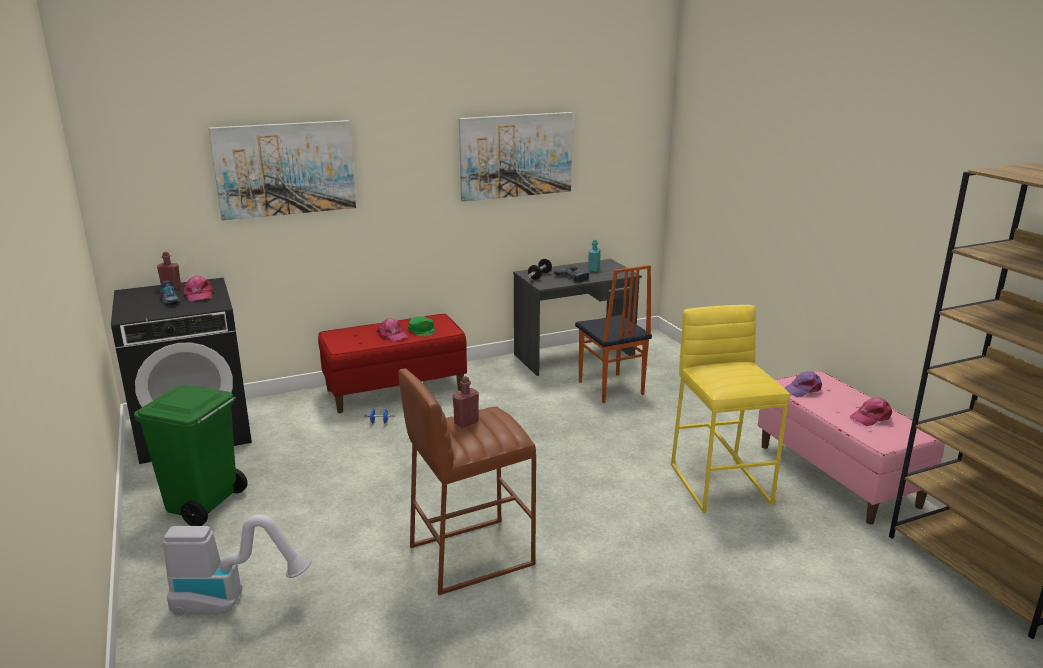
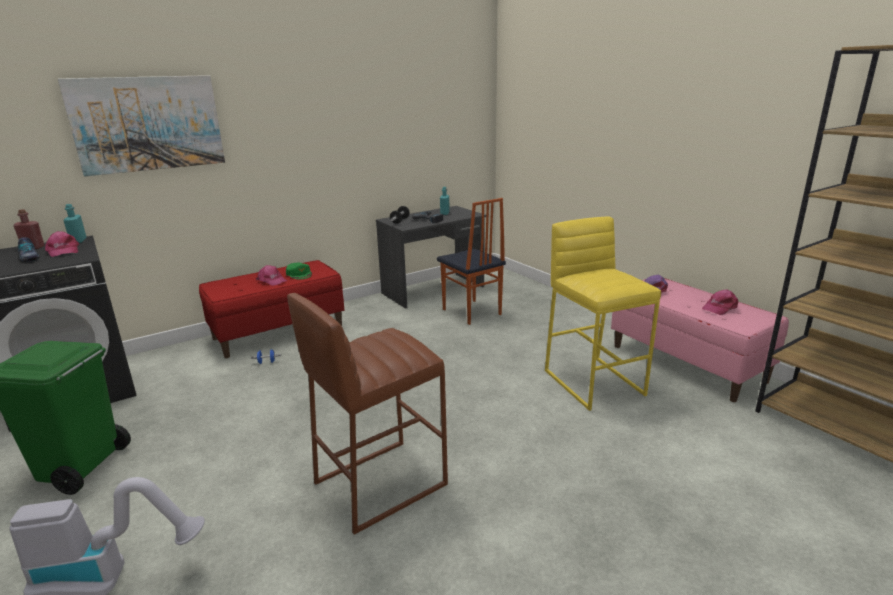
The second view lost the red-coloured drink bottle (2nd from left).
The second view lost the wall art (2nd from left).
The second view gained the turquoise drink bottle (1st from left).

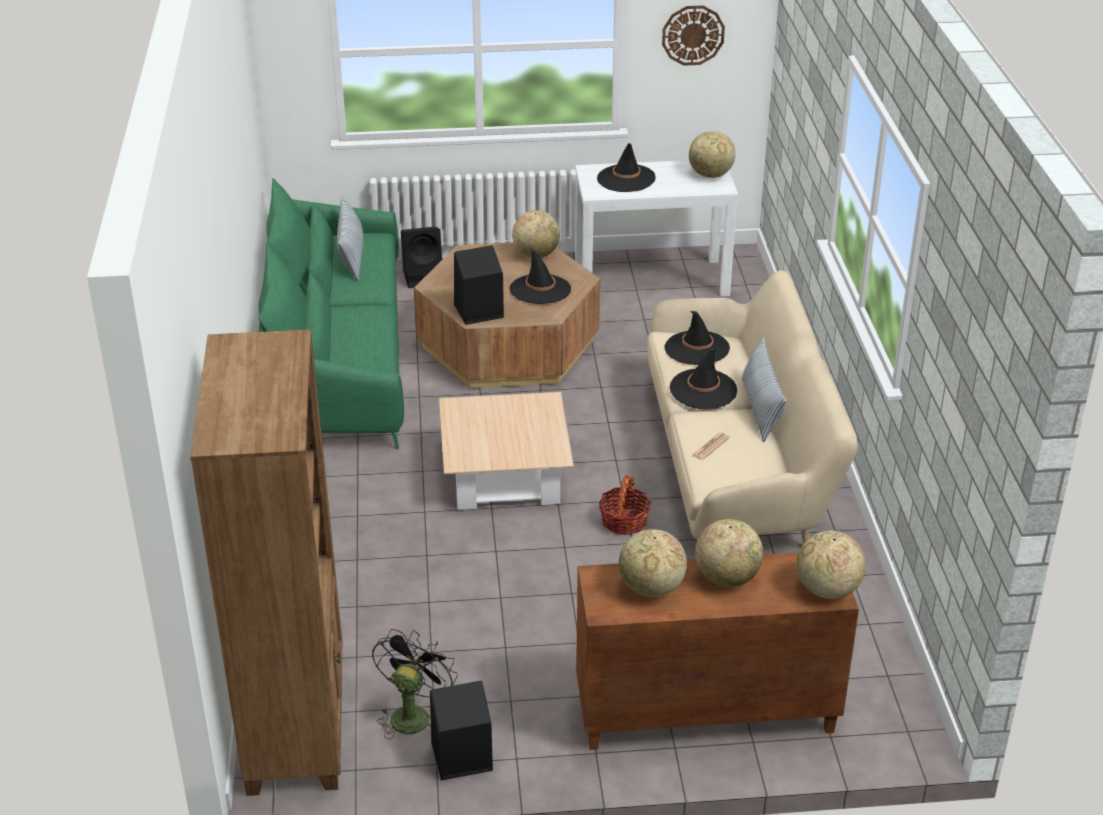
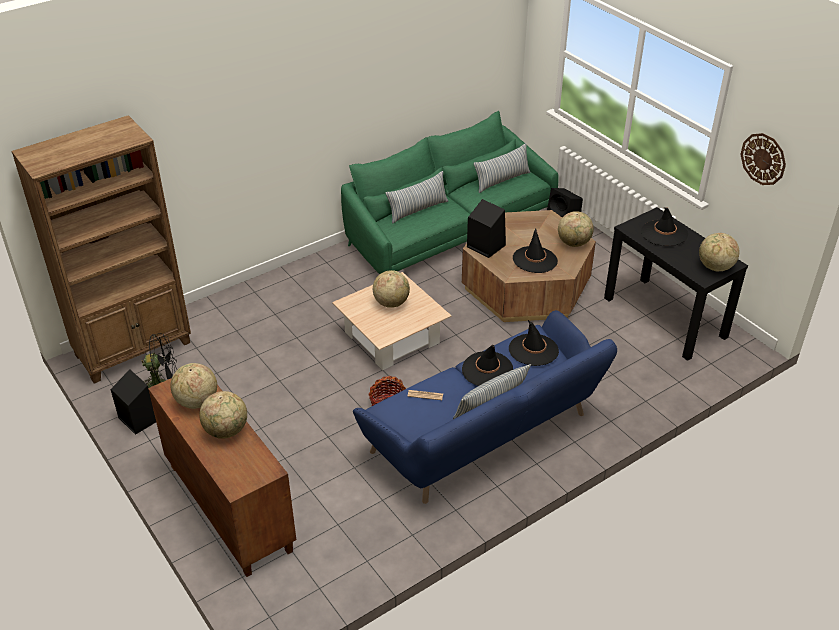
What was the whitish hall table turned into the black hall table.
What was the sand-coloured sofa turned into the blue-coloured sofa.
The world globe (5th from left in the first image) ended up elsewhere.
The second view gained the pillow (1st from left).

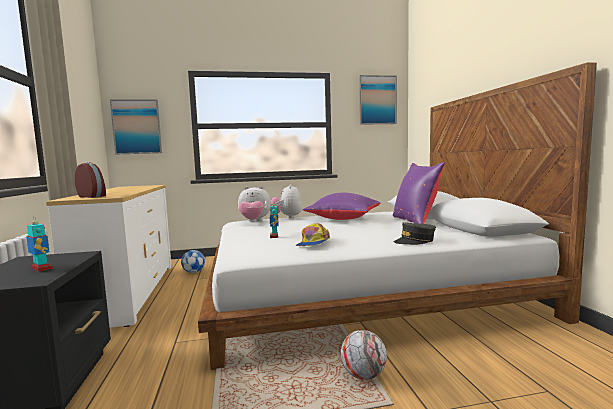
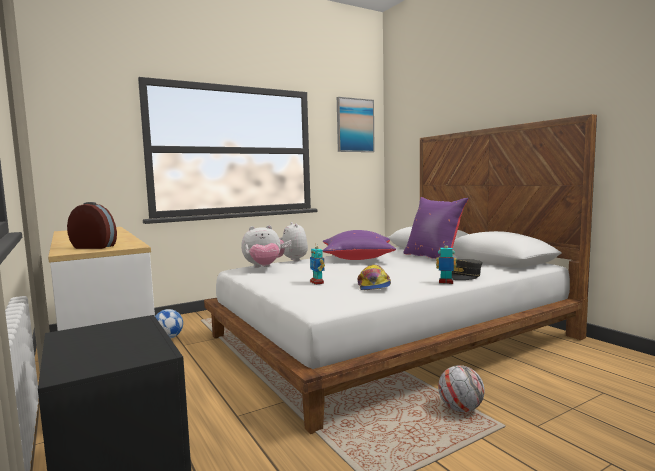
The toy robot (1st from left in the first image) ended up elsewhere.
The second view lost the wall art (1st from left).

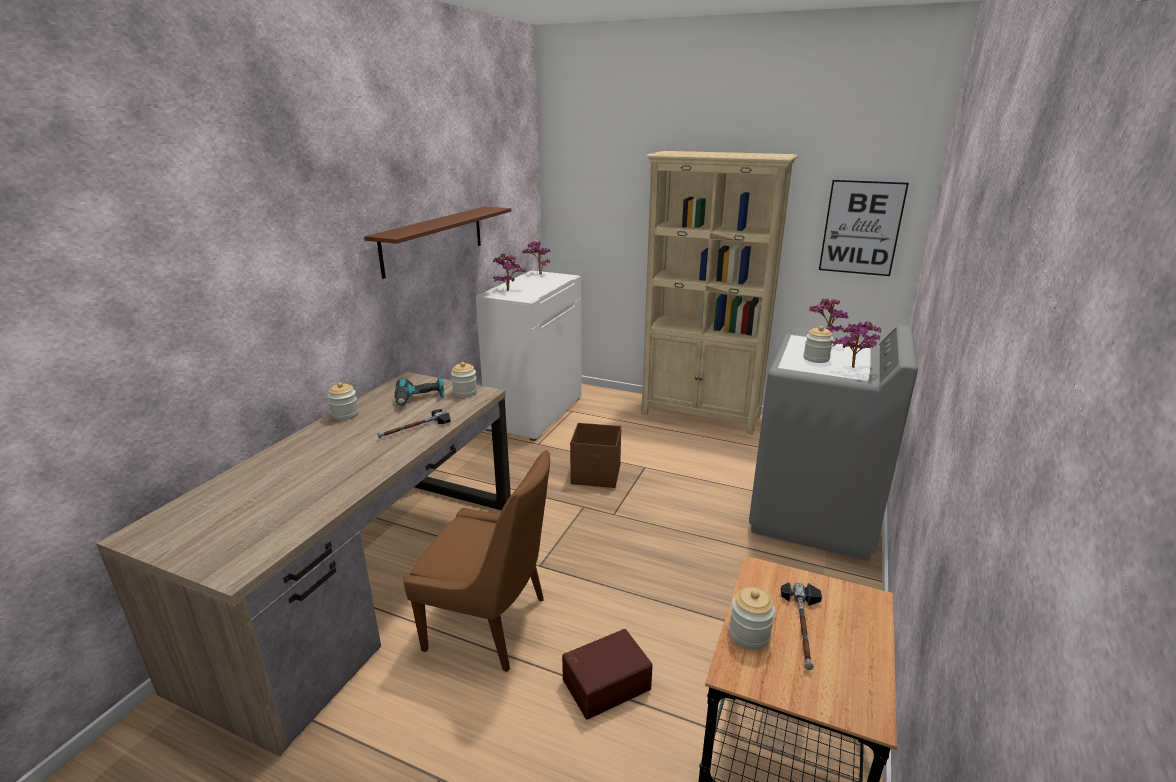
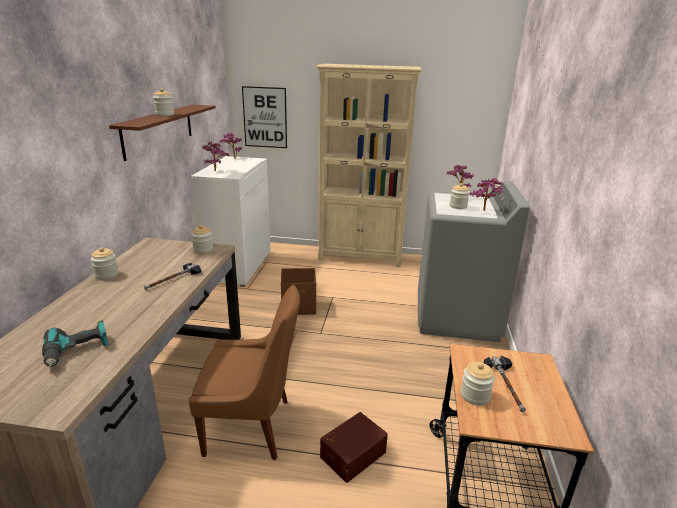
The power drill ended up elsewhere.
The wall art ended up elsewhere.
The second view gained the jar (2nd from left).

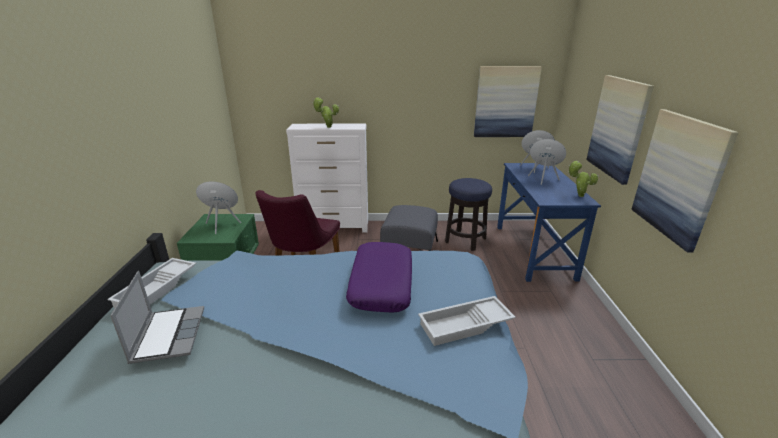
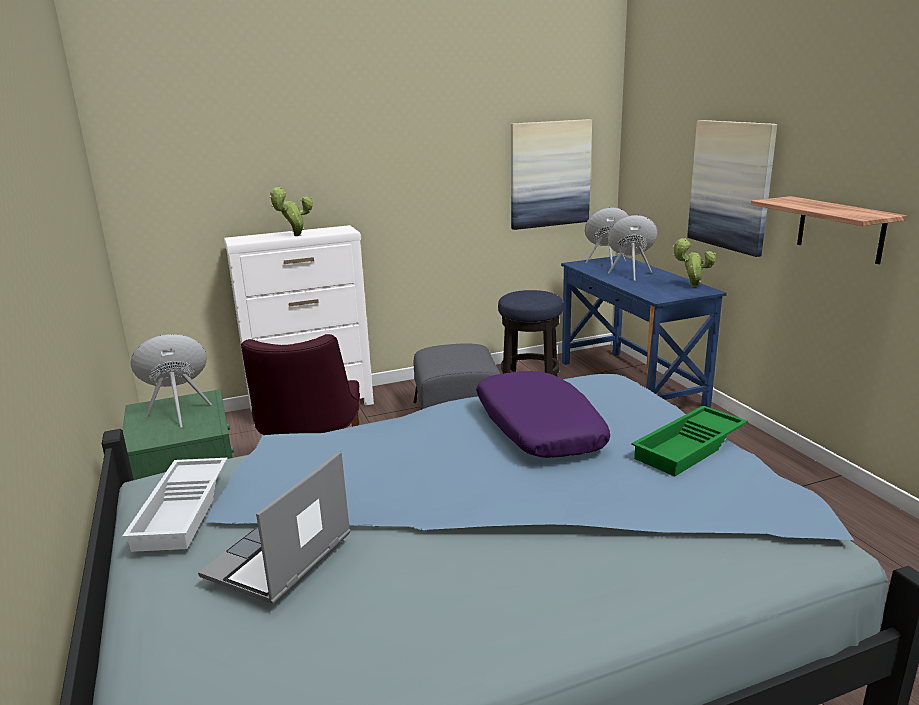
The notebook computer ended up facing another way, 120 degrees counterclockwise from before.
What was the whitish tray (2nd from left) turned into the greenish tray.
Where the wall art (3rd from left) hung, the shelf came to hang.

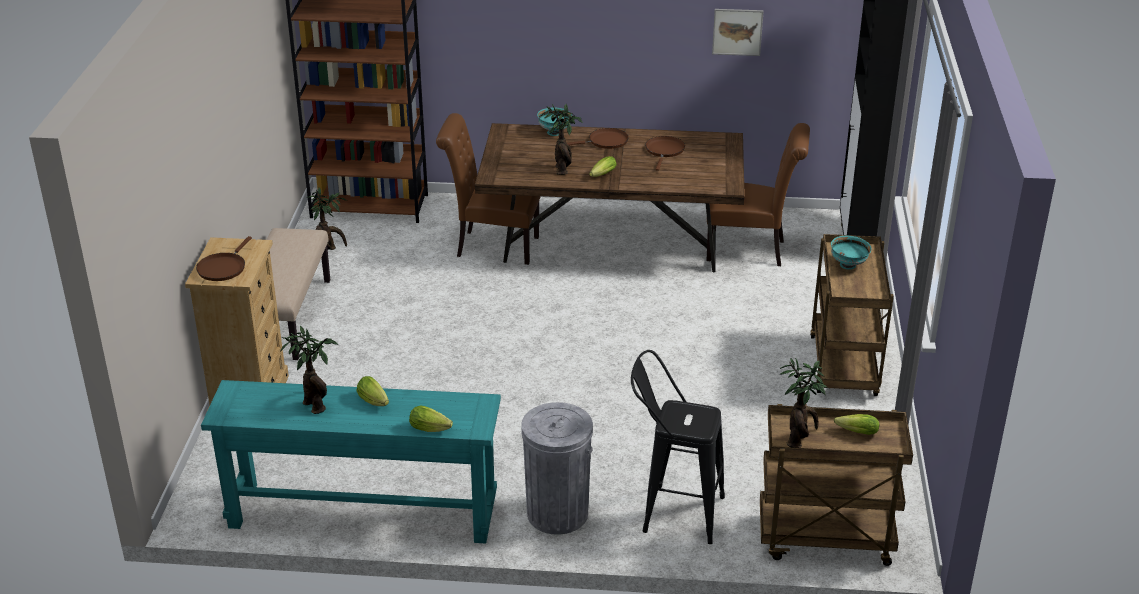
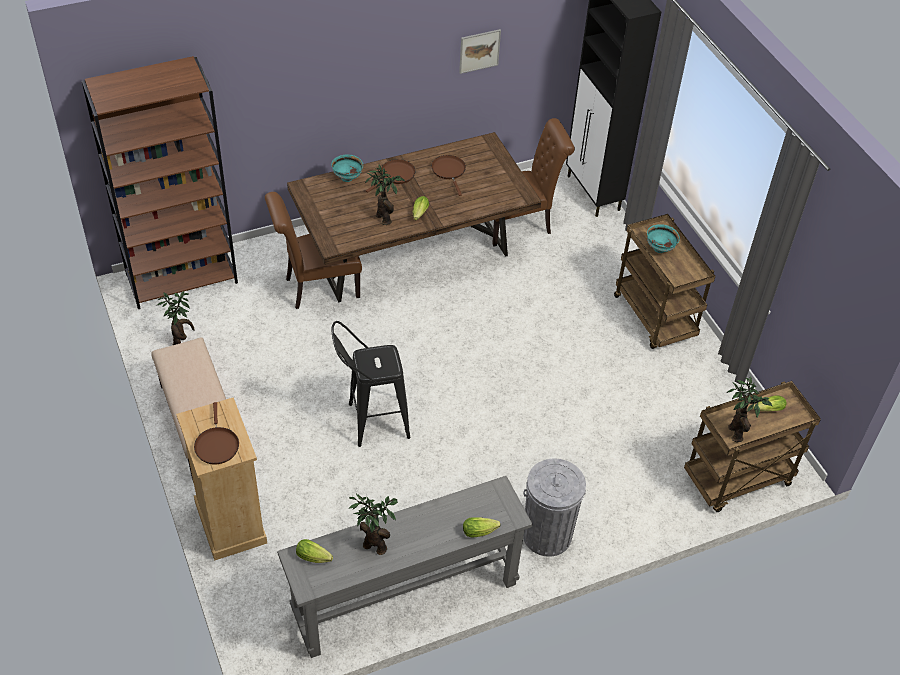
What was the turquoise hall table turned into the grey hall table.
The lettuce (1st from left) ended up elsewhere.
The black stool seat ended up elsewhere.

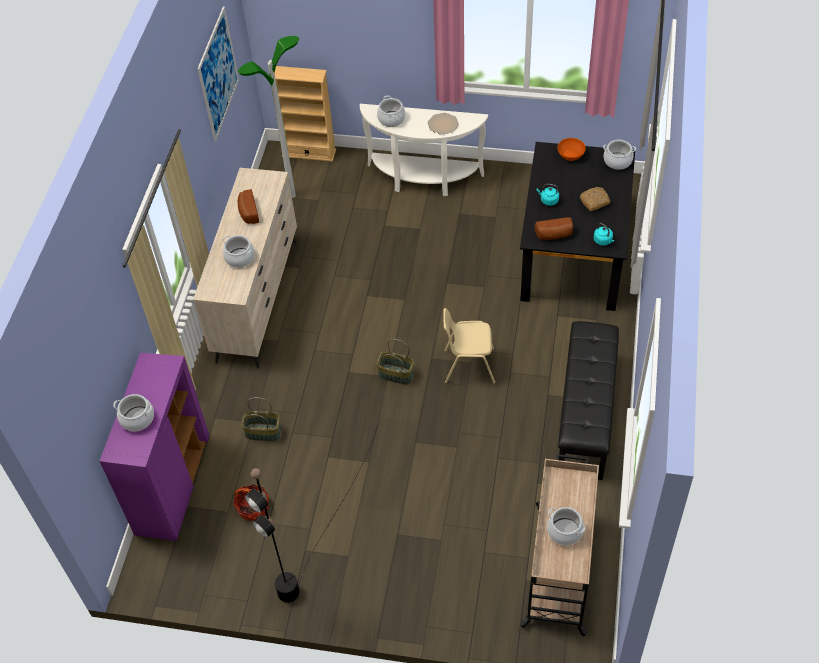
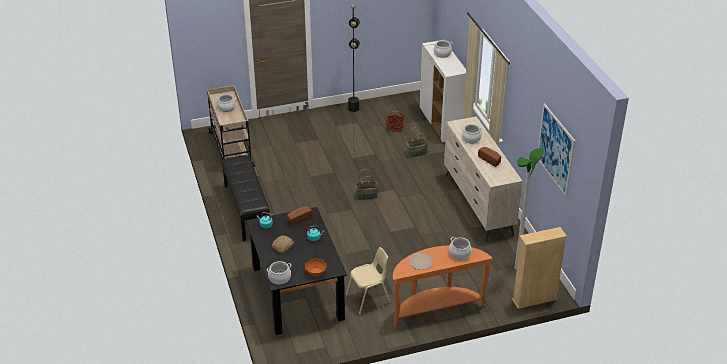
What was the purplish cabinet turned into the whitish cabinet.
What was the whitish hall table turned into the orange-coloured hall table.
The sand-coloured chair ended up elsewhere.

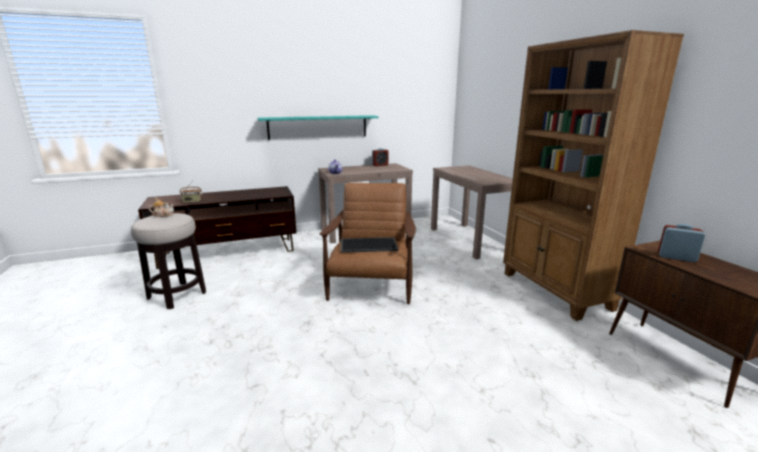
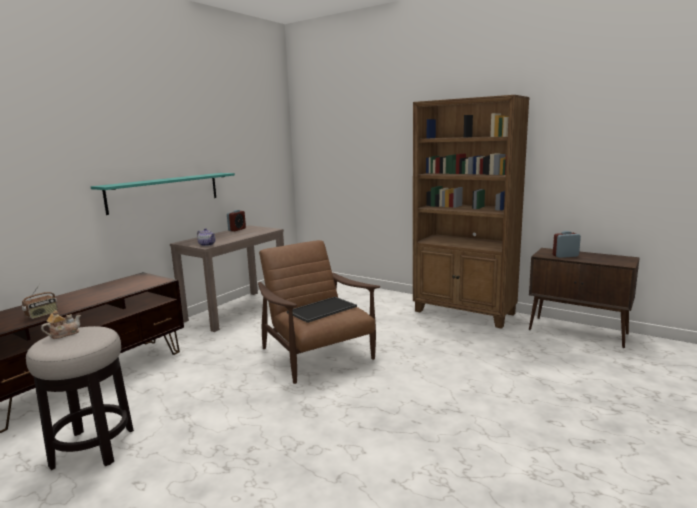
The second view lost the brownish hall table (2nd from left).

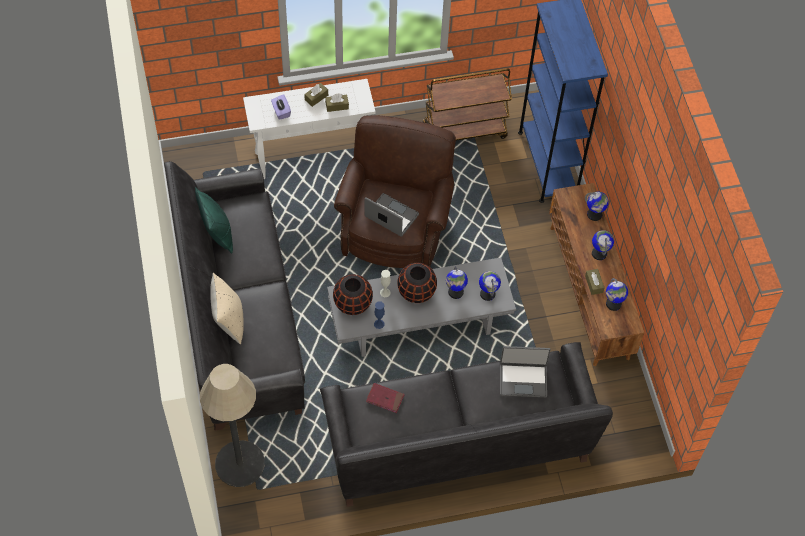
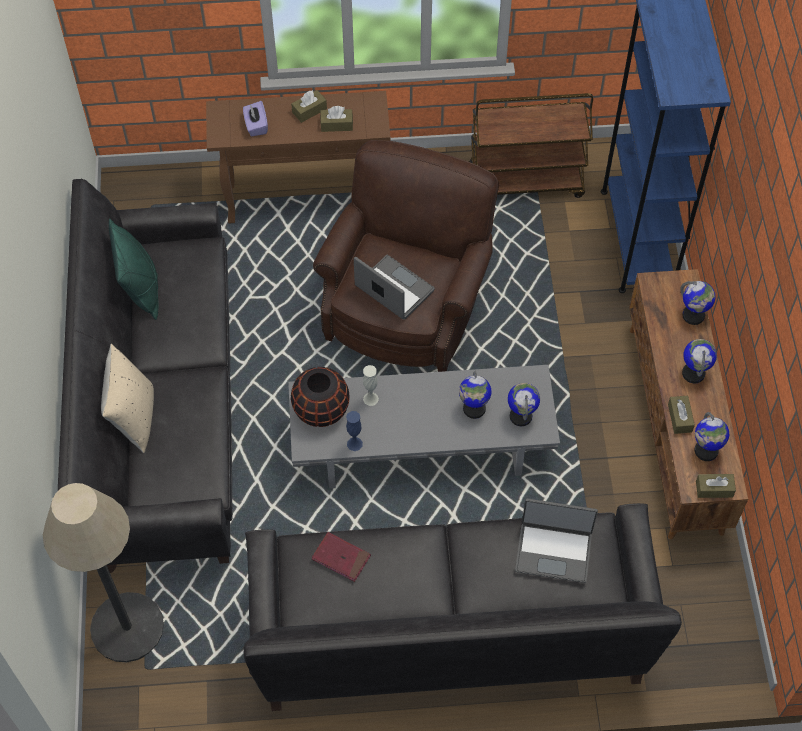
What was the whitish hall table turned into the brownish hall table.
The second view lost the black flower vase (2nd from left).
The second view gained the brownish tissue holder (4th from left).

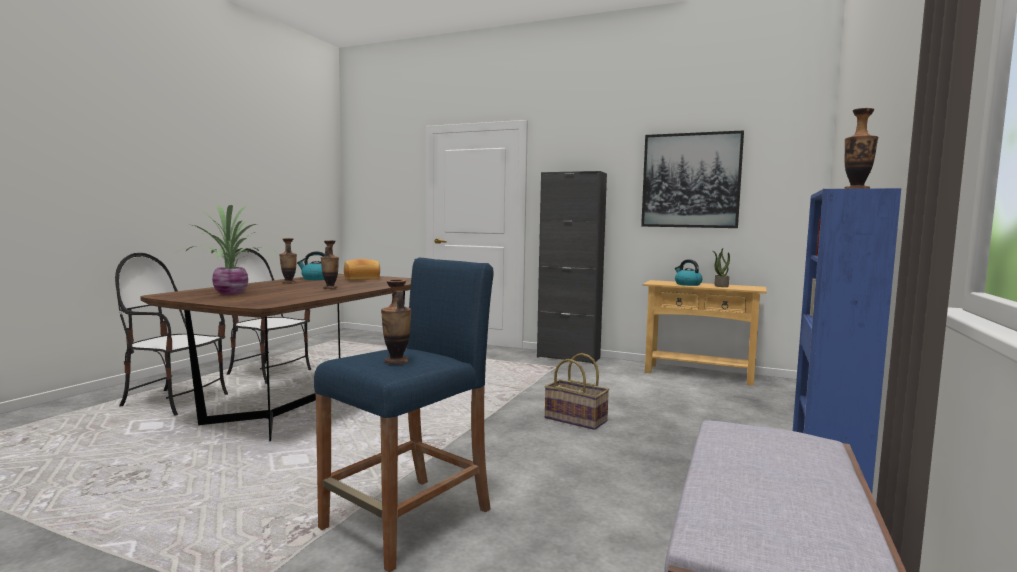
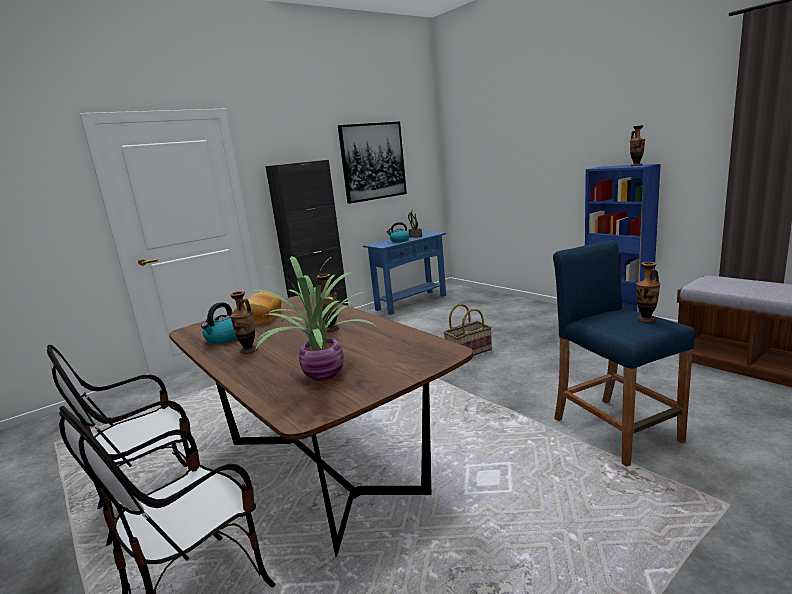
What was the sand-coloured hall table turned into the blue-coloured hall table.

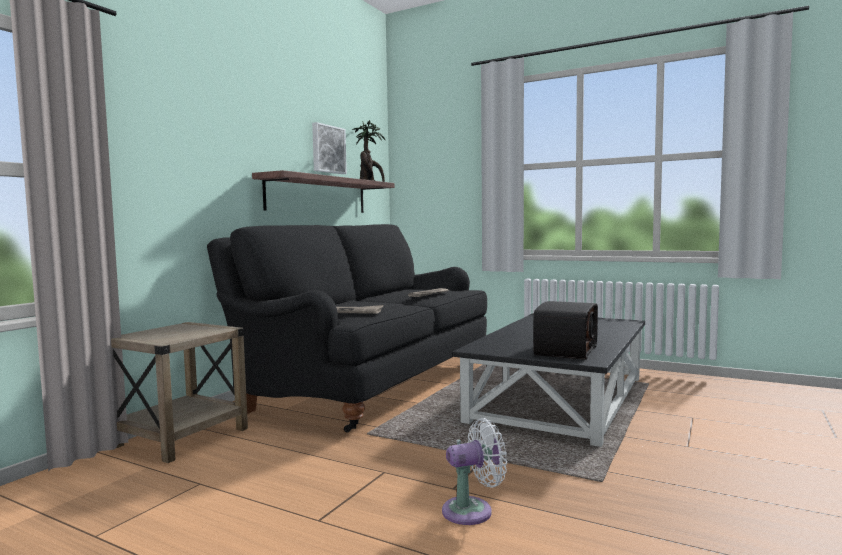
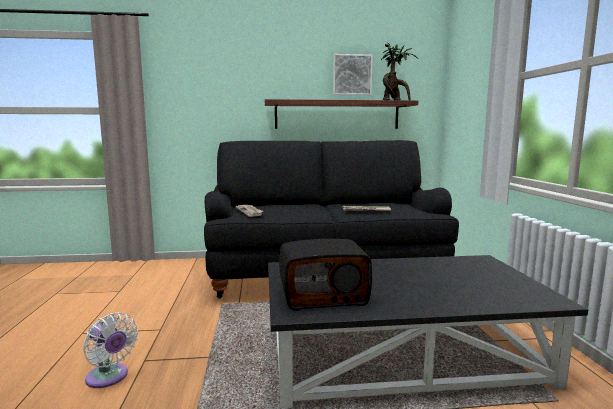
The second view lost the sand-coloured end table.

